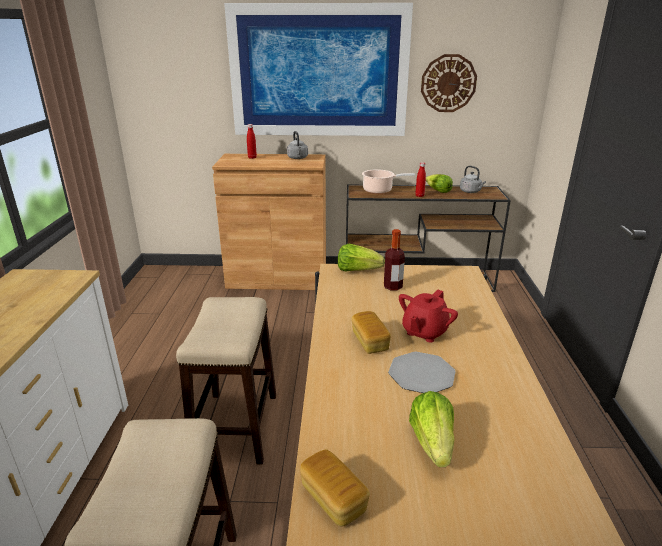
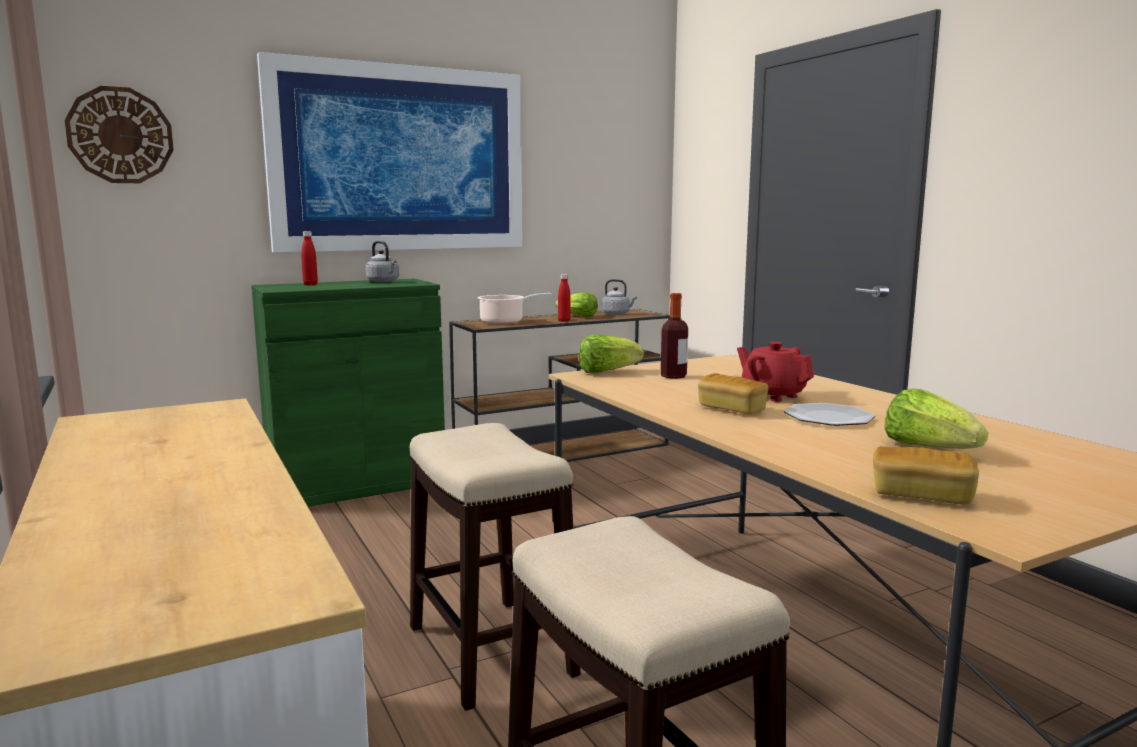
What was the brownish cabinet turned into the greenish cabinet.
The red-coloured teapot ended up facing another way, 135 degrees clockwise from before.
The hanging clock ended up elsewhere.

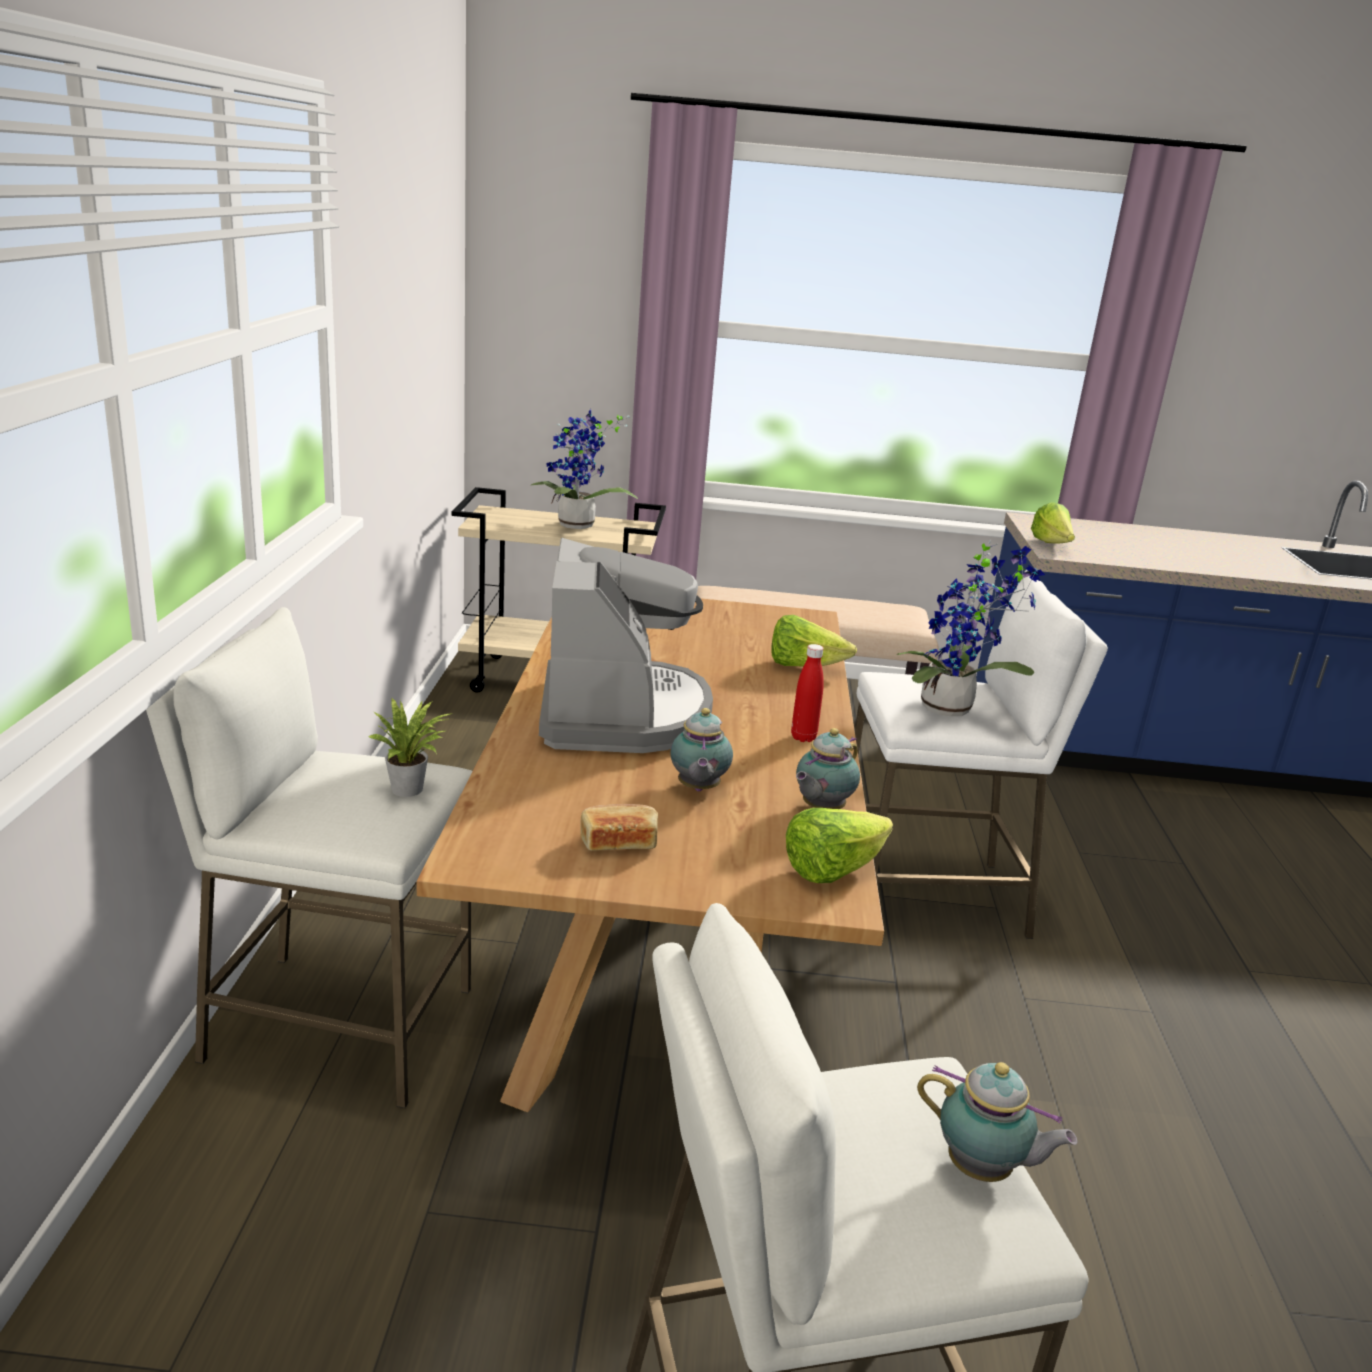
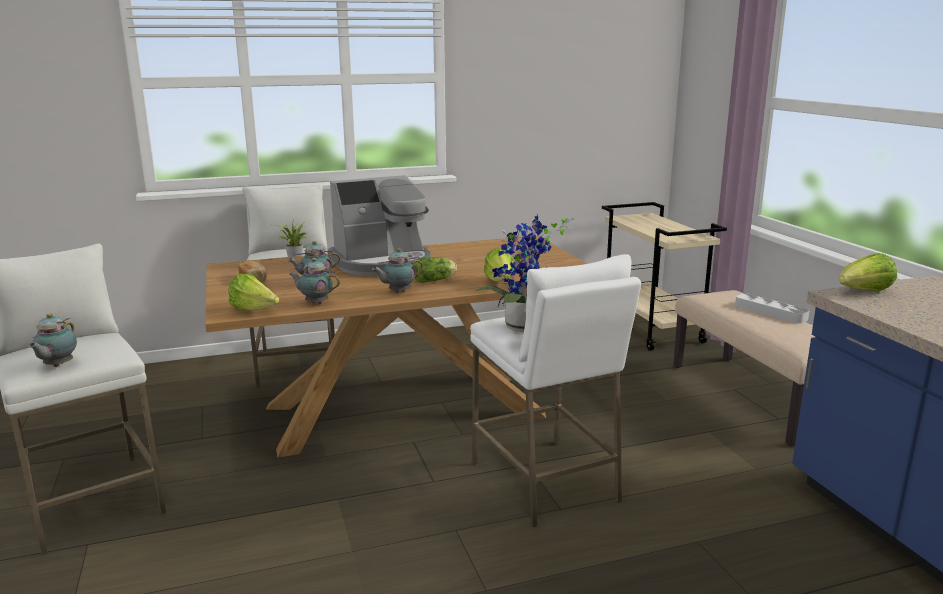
The second view lost the potted plant (2nd from left).
Where the red-coloured drink bottle stood, the teapot (4th from left) came to stand.
The second view gained the lettuce (2nd from left).
The second view gained the grey tray.

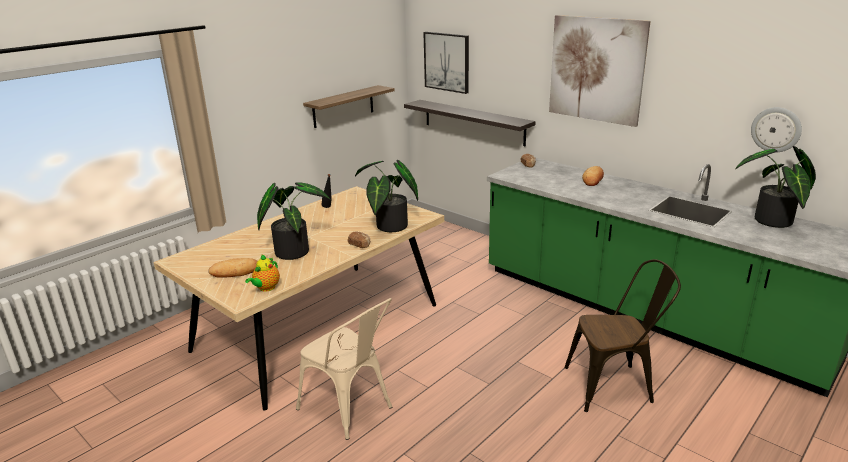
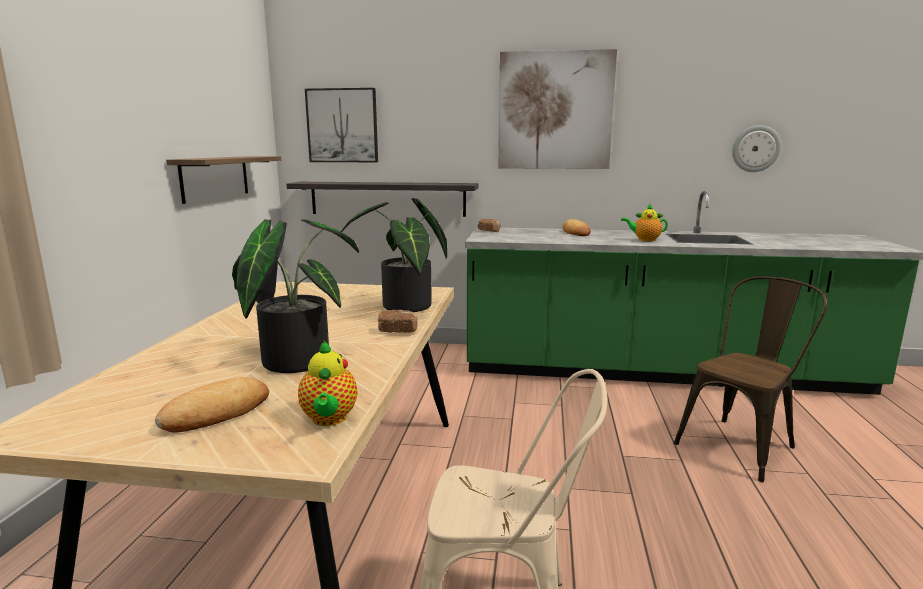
The second view lost the potted plant (3rd from left).
The second view gained the teapot (2nd from left).

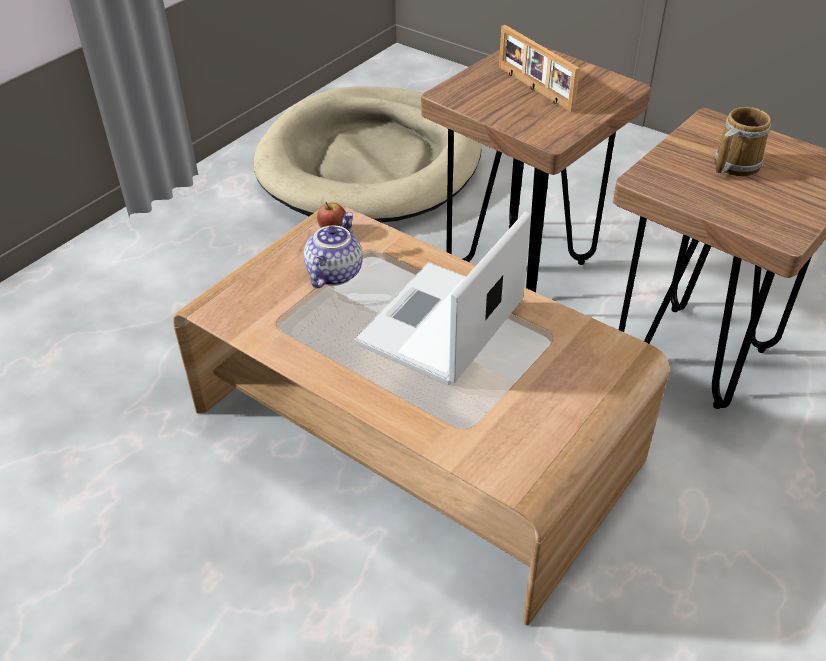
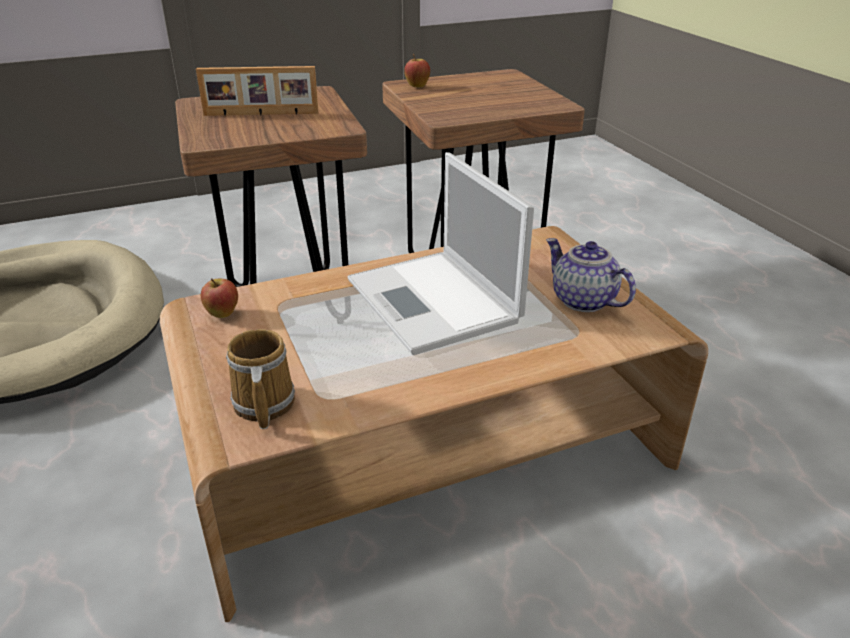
The teapot ended up elsewhere.
The tea mug ended up elsewhere.
The second view gained the whole apple (2nd from left).

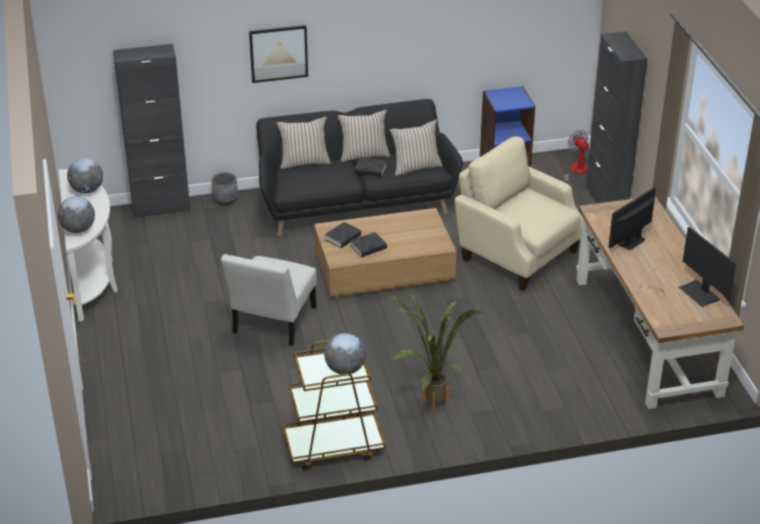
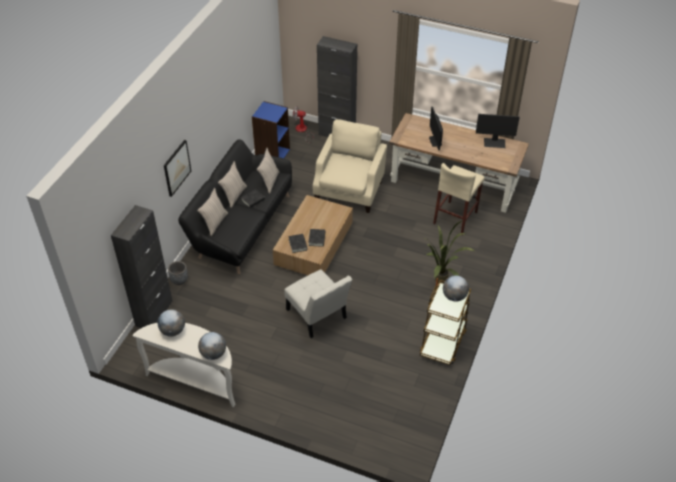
The sand-coloured lounge chair ended up facing another way, 120 degrees clockwise from before.
The second view gained the sand-coloured stool seat.

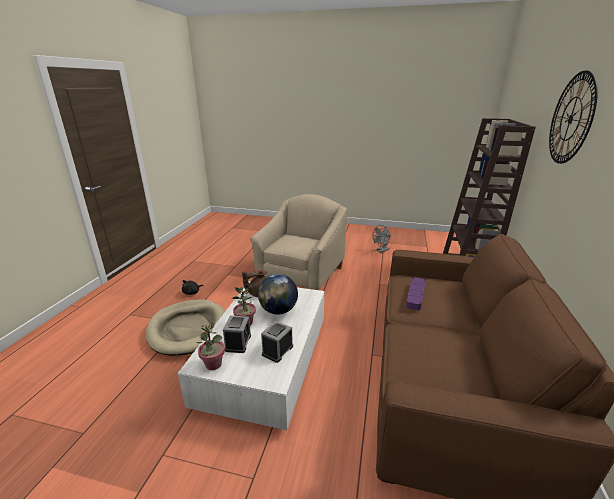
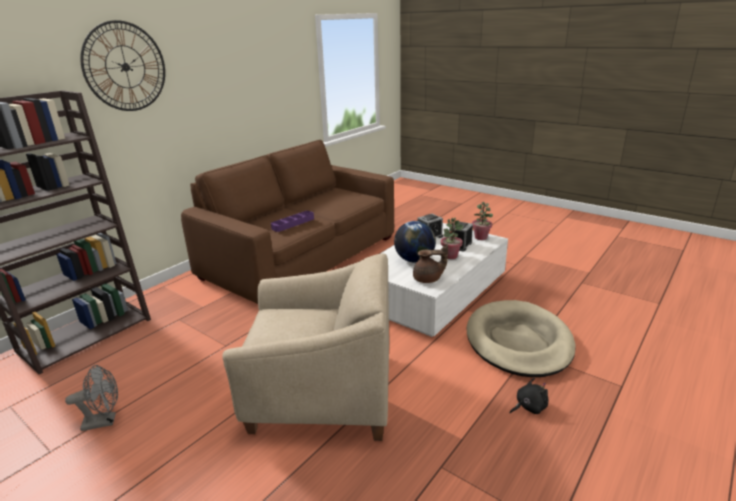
The sand-coloured lounge chair ended up facing another way, 135 degrees counterclockwise from before.

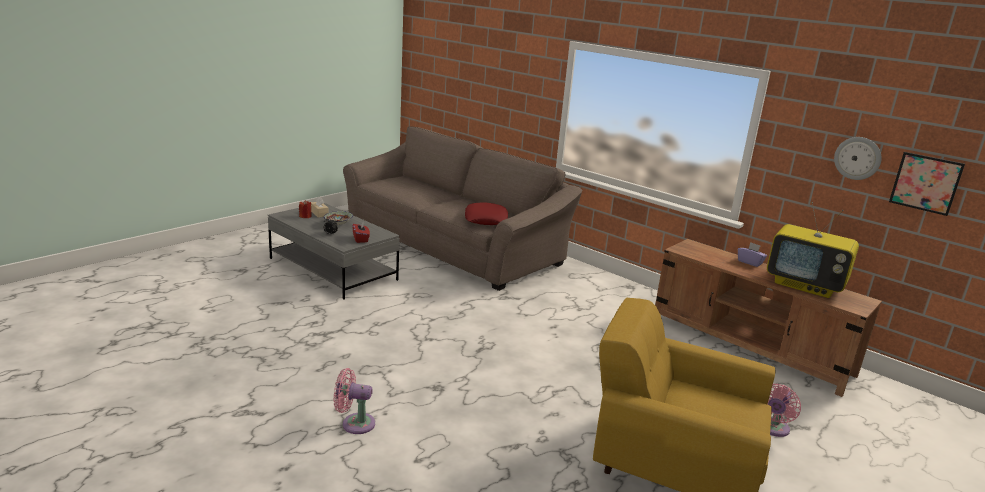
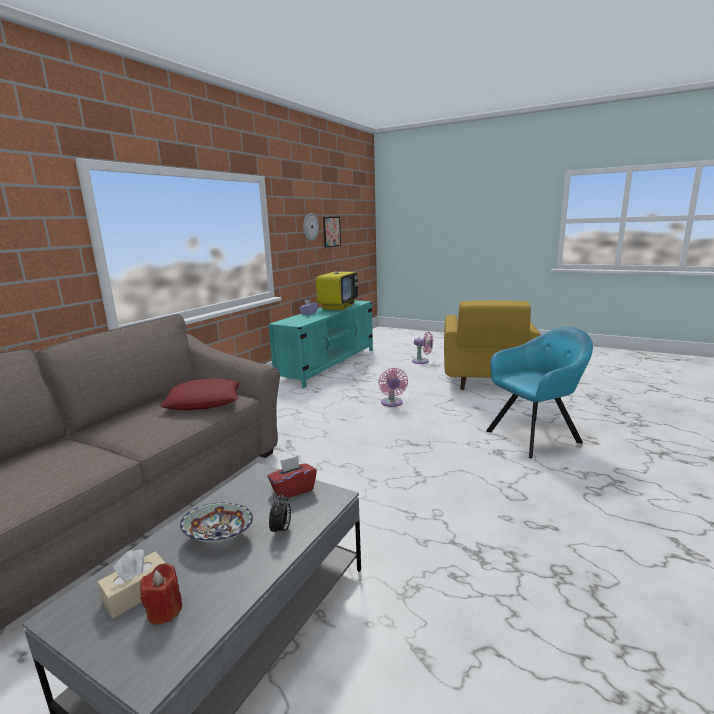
The pink electric fan (1st from left) ended up elsewhere.
What was the brownish media console turned into the turquoise media console.
The second view gained the turquoise lounge chair.

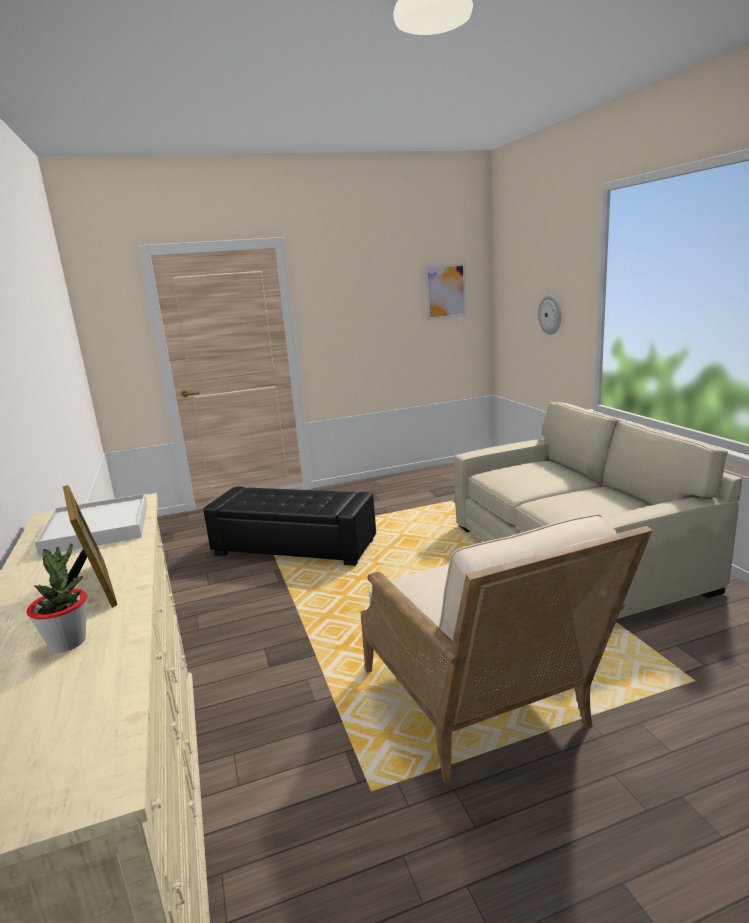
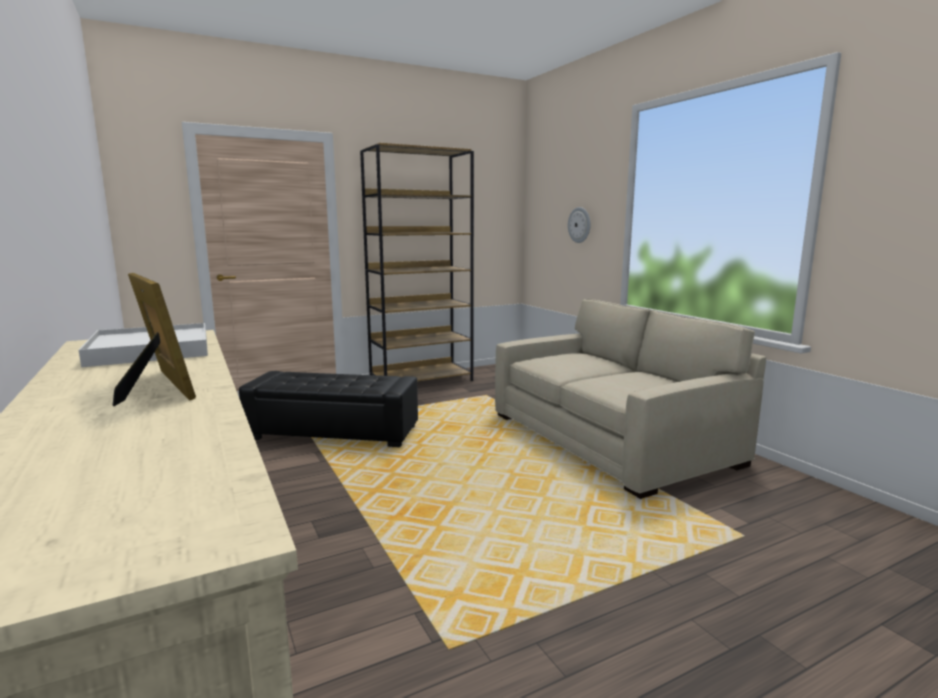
The second view lost the potted plant.
The second view lost the sand-coloured lounge chair.
The second view lost the wall art.
The second view gained the brownish bookcase.

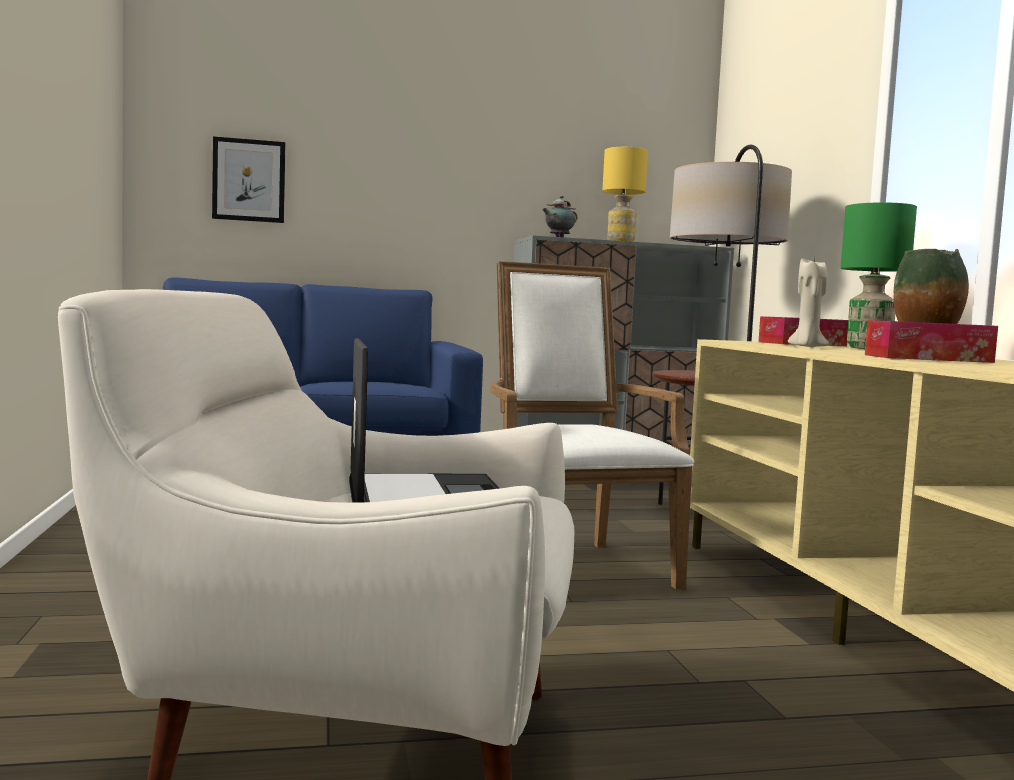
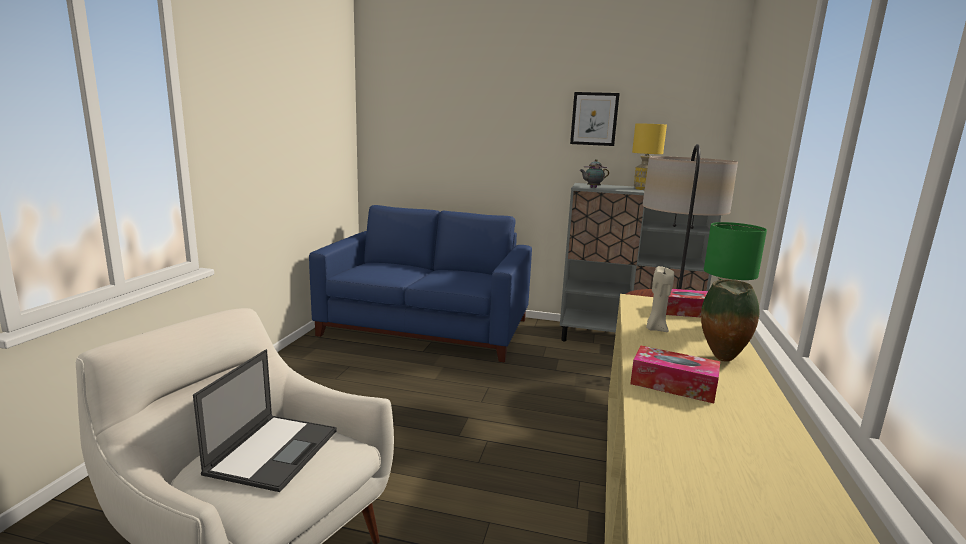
The wall art ended up elsewhere.
The second view lost the whitish lounge chair (2nd from left).

